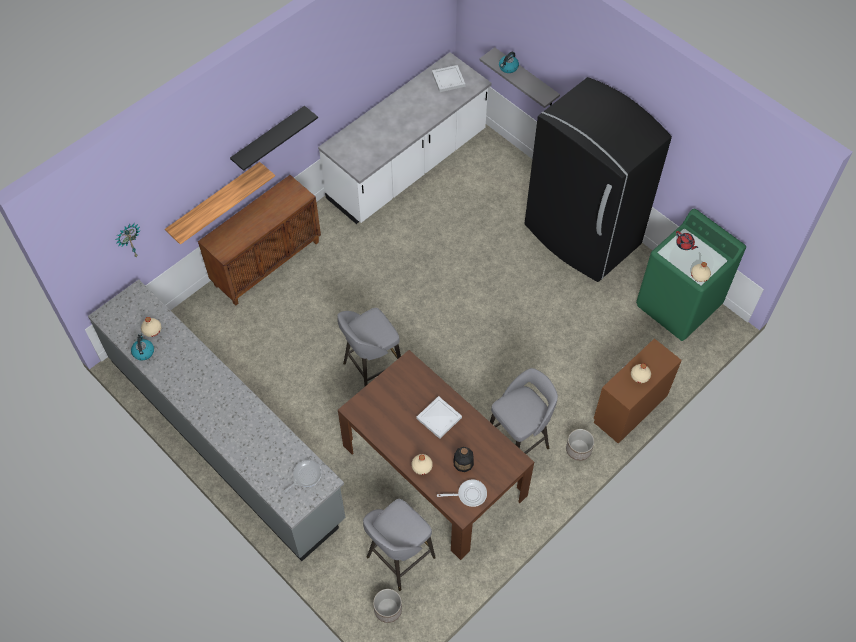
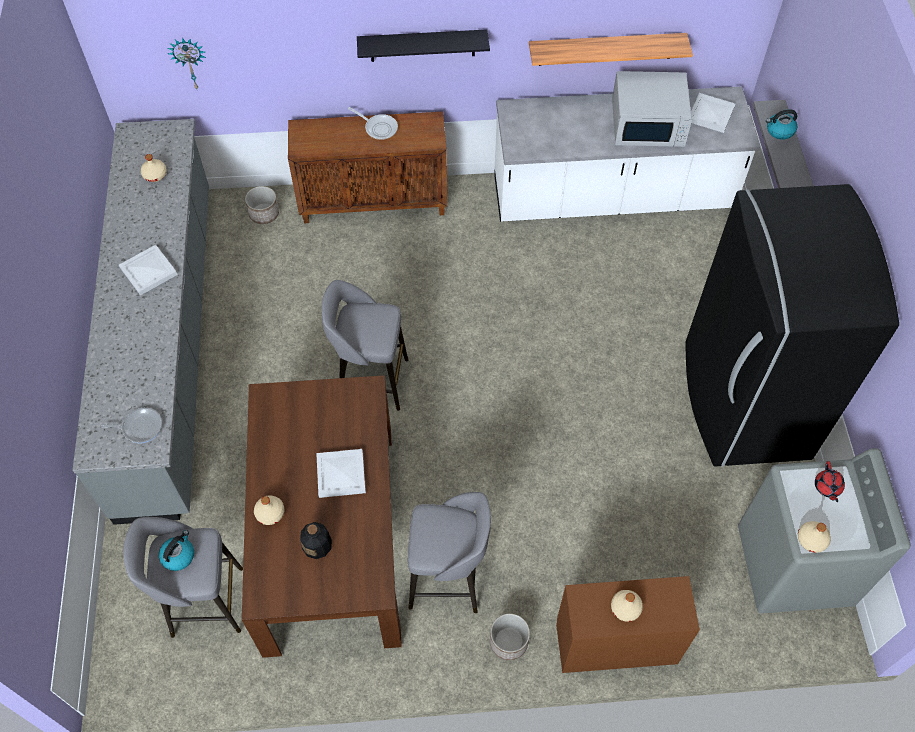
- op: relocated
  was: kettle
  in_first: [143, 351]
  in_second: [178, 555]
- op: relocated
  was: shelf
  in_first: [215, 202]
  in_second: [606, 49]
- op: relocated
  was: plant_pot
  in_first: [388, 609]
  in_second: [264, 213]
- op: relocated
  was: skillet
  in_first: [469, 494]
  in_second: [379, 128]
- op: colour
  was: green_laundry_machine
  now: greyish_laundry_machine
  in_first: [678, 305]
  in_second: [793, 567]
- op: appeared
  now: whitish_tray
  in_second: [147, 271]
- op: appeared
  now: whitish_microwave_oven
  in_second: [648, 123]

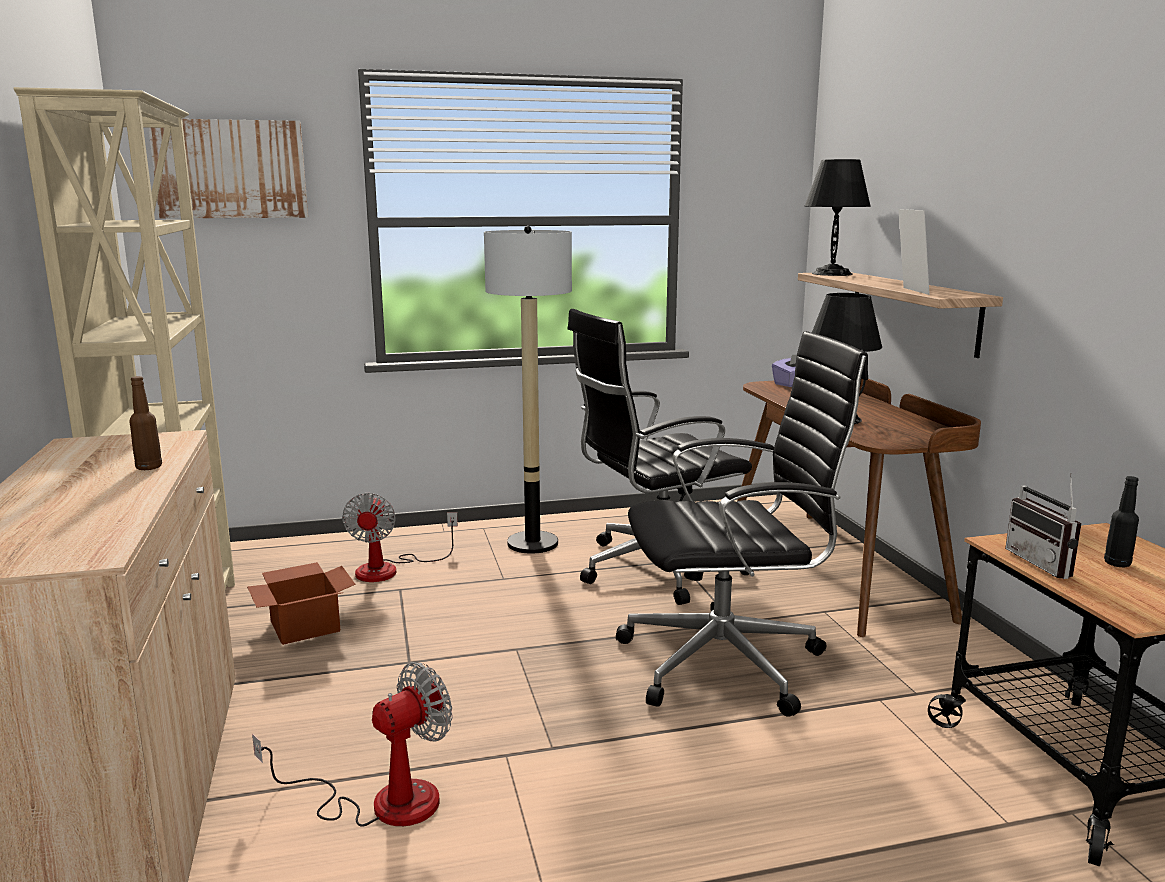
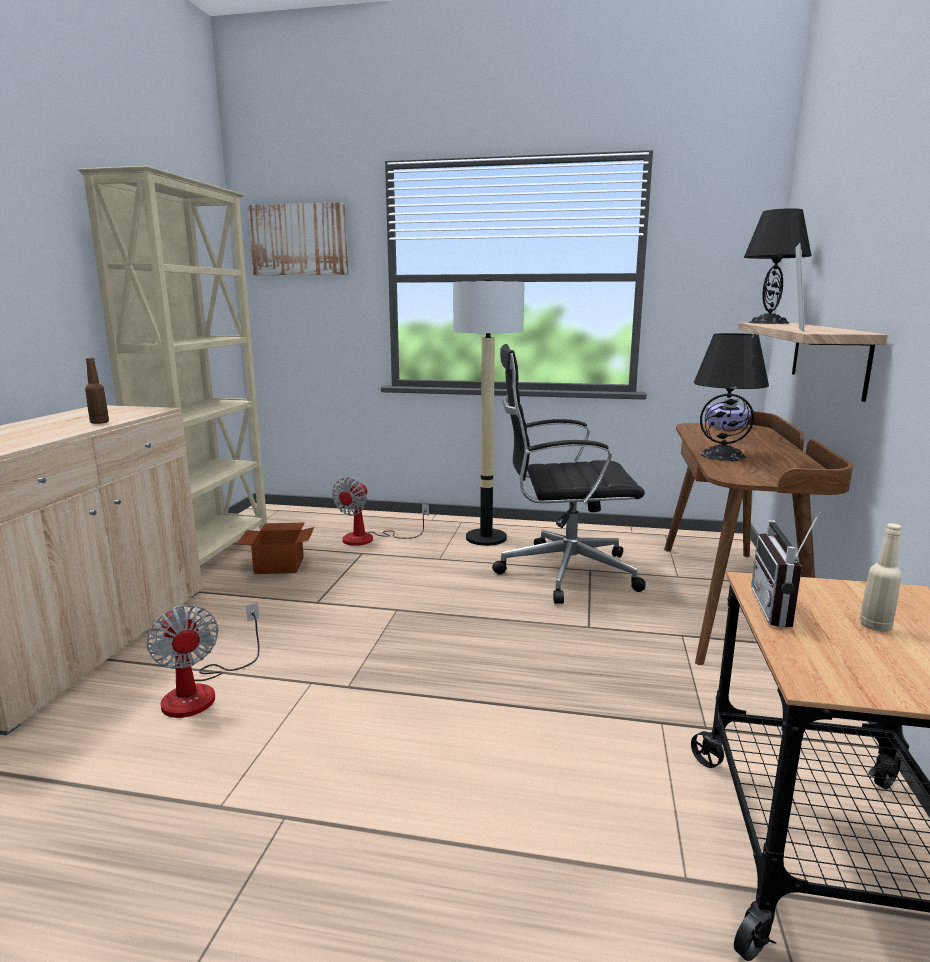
- op: spun
  was: cooling_fan
  in_first: [382, 801]
  in_second: [202, 691]
  clockwise: 75
- op: missing
  was: blackish_computer_chair
  in_first: [728, 662]
- op: colour
  was: blackish_drink_bottle
  now: beige_drink_bottle
  in_first: [1117, 563]
  in_second: [875, 626]

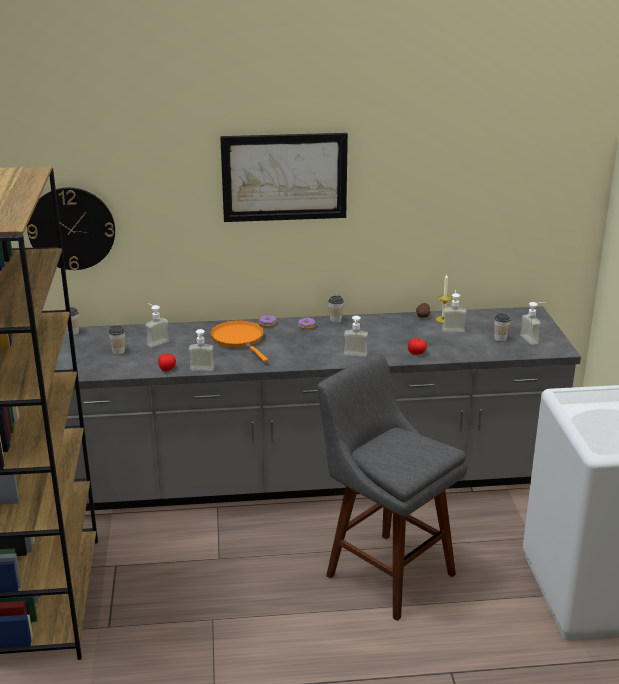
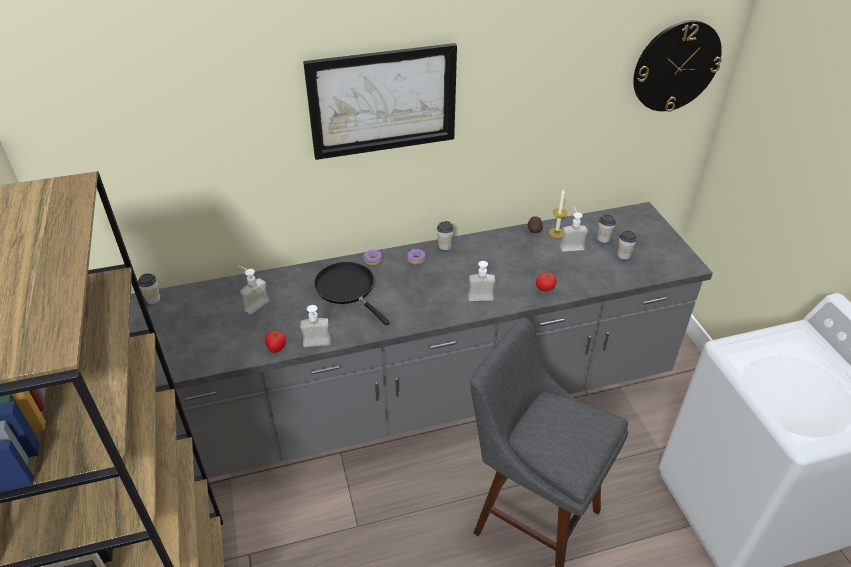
- op: relocated
  was: wall_clock
  in_first: [71, 228]
  in_second: [676, 66]
- op: relocated
  was: small_cup
  in_first: [118, 351]
  in_second: [603, 239]
- op: colour
  was: orangey_skillet
  now: blackish_skillet
  in_first: [239, 339]
  in_second: [347, 289]
- op: missing
  was: soap_dispenser
  in_first: [533, 339]

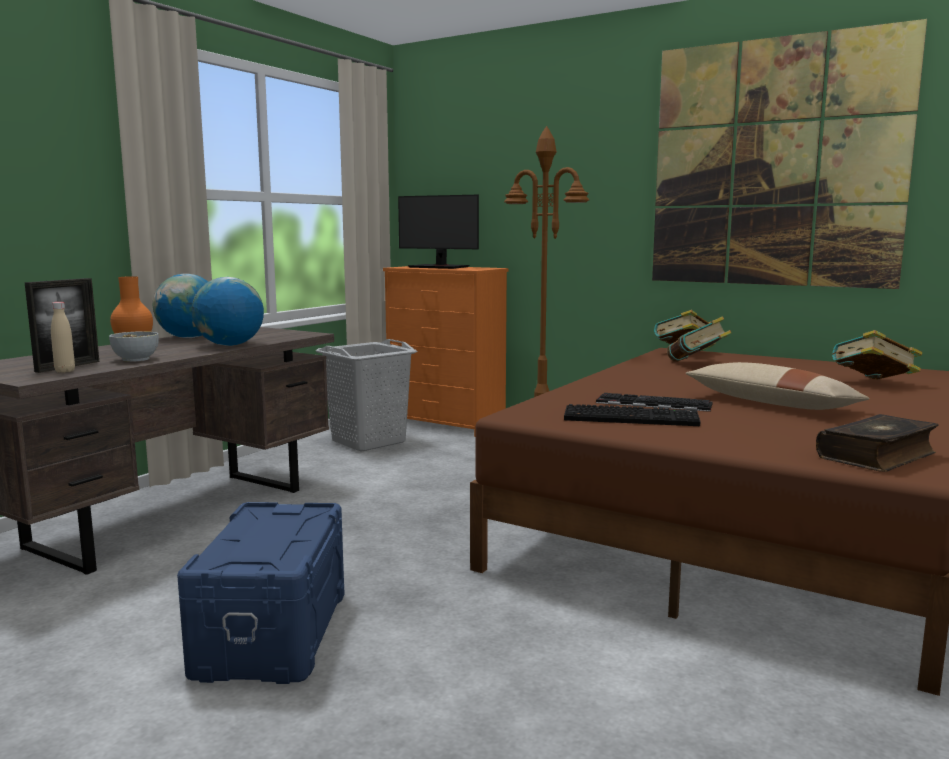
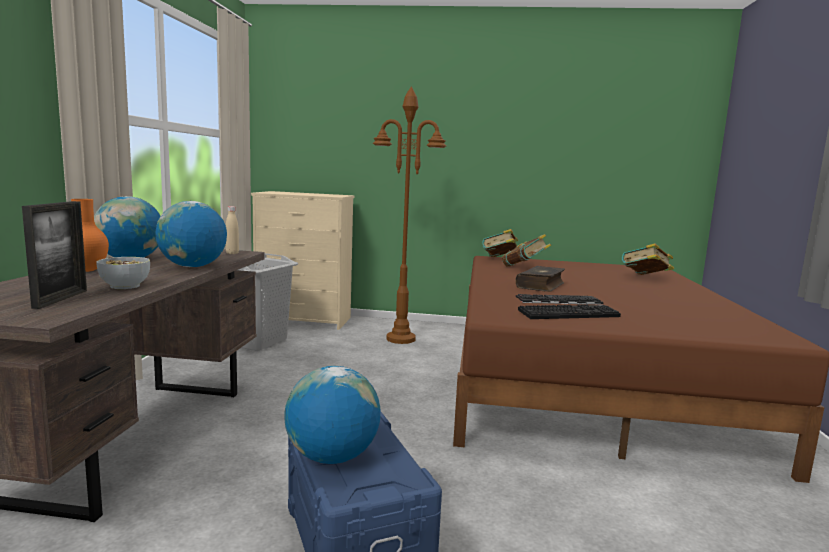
- op: relocated
  was: beige_drink_bottle
  in_first: [65, 371]
  in_second: [232, 253]
- op: colour
  was: orangey_drawer_chest
  now: beige_drawer_chest
  in_first: [447, 423]
  in_second: [304, 320]
- op: missing
  was: computer_screen
  in_first: [439, 267]
- op: missing
  was: wall_picture
  in_first: [775, 164]
- op: missing
  was: beige_pillow
  in_first: [771, 404]
- op: relocated
  was: bound_book
  in_first: [878, 456]
  in_second: [541, 286]
- op: appeared
  now: globe
  in_second: [332, 457]

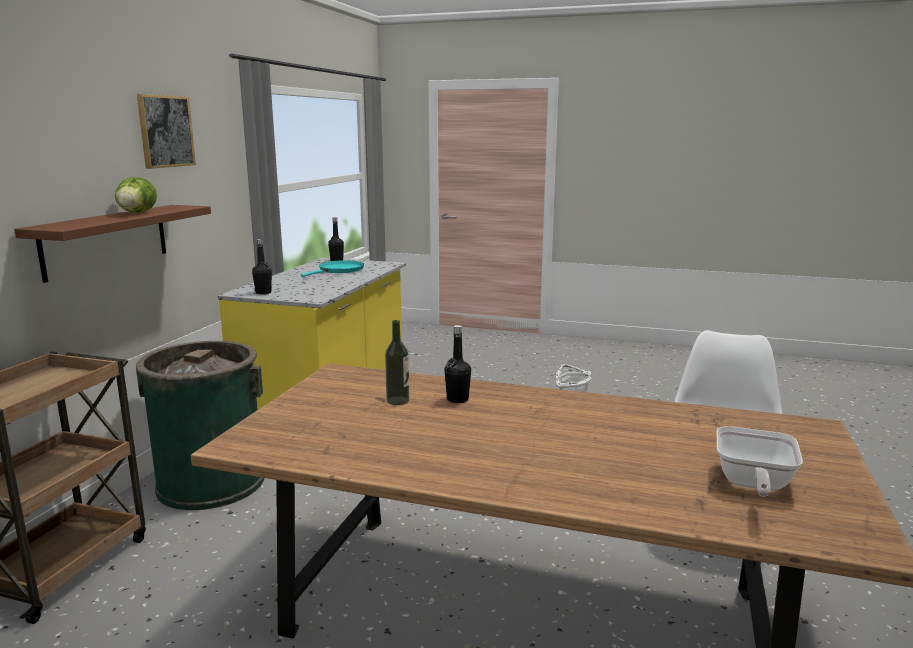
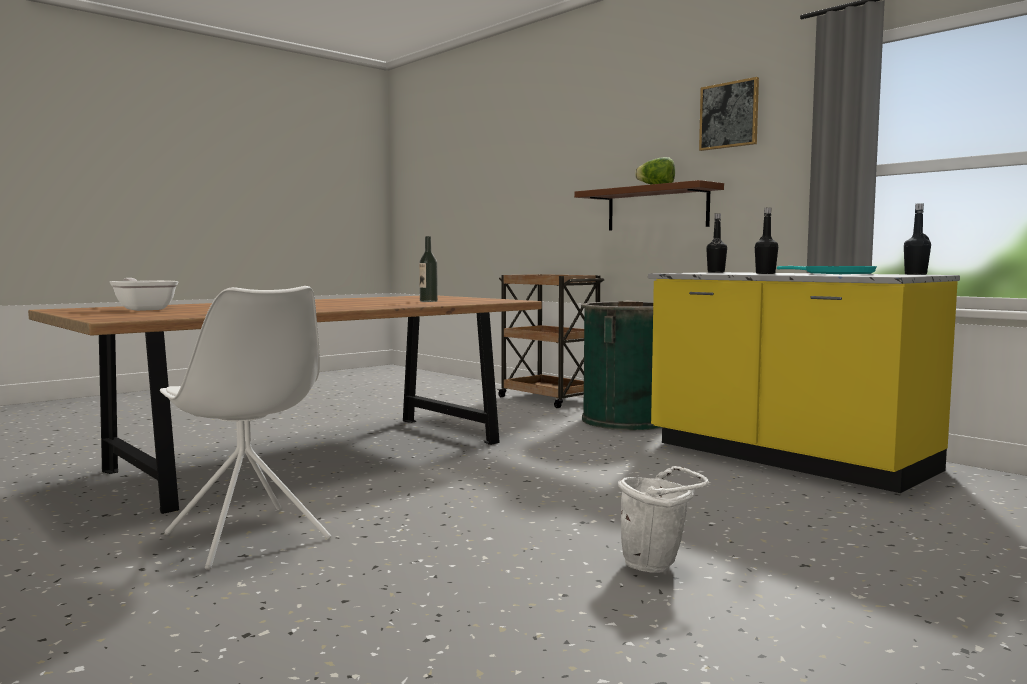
- op: relocated
  was: blackish_drink_bottle
  in_first: [457, 399]
  in_second: [765, 273]

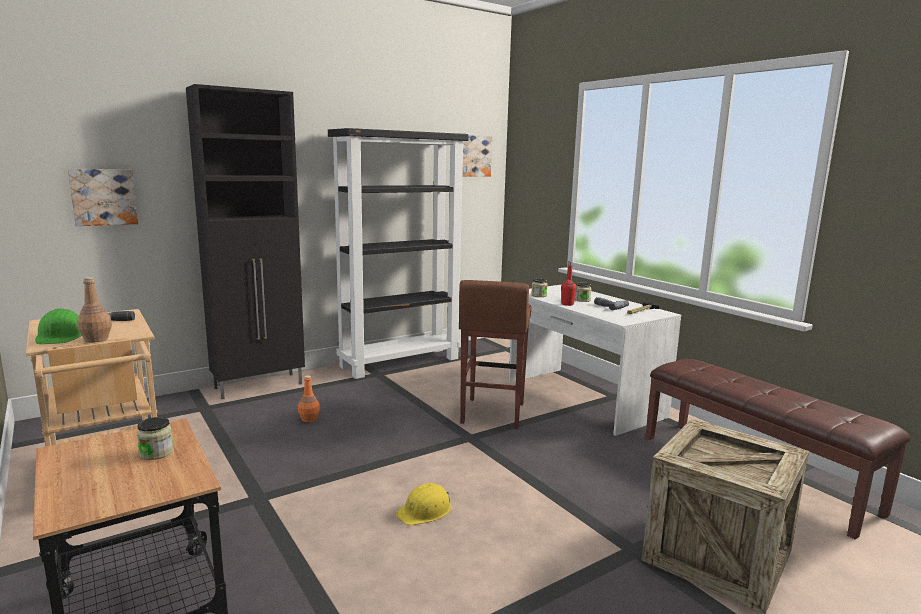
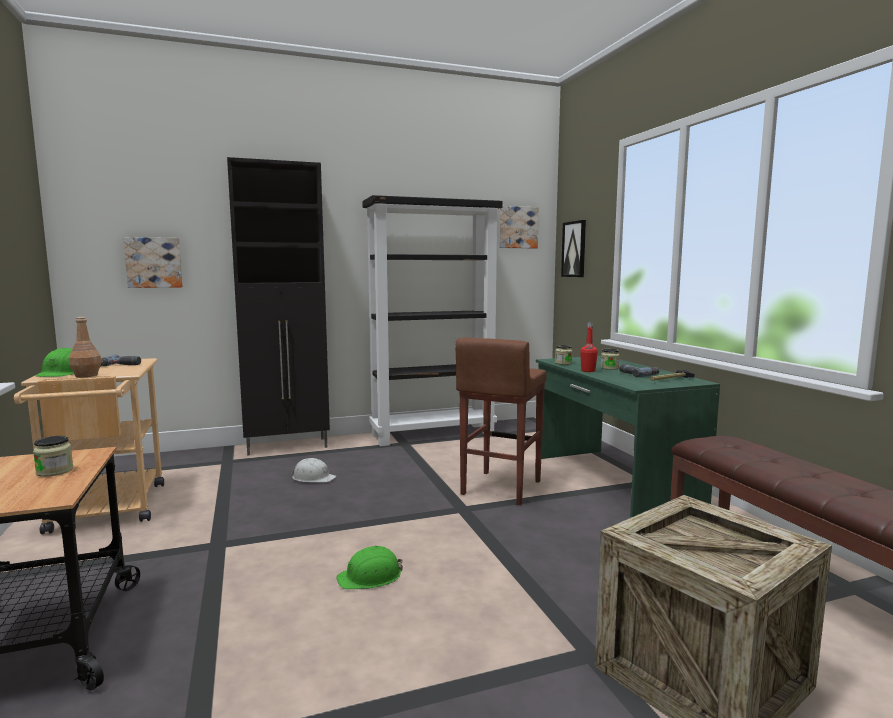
- op: exchanged
  was: orangey_drink_bottle
  now: whitish_hard_hat
  in_first: [309, 419]
  in_second: [313, 478]
- op: colour
  was: yellow-coloured_hard_hat
  now: green_hard_hat
  in_first: [425, 511]
  in_second: [370, 577]
- op: colour
  was: whitish_desk_table
  now: green_desk_table
  in_first: [582, 398]
  in_second: [611, 481]
- op: appeared
  now: wall_picture
  in_second: [574, 249]

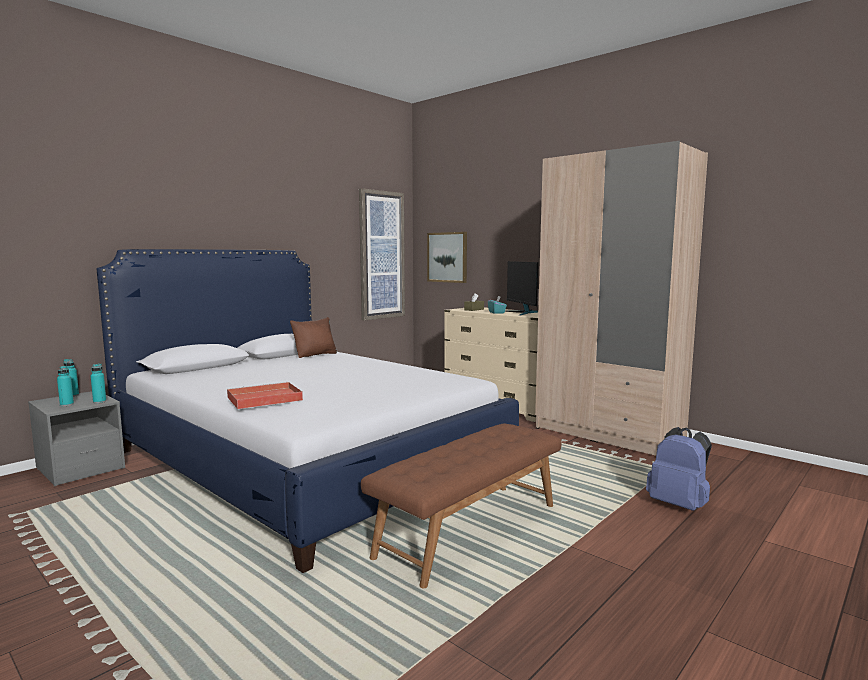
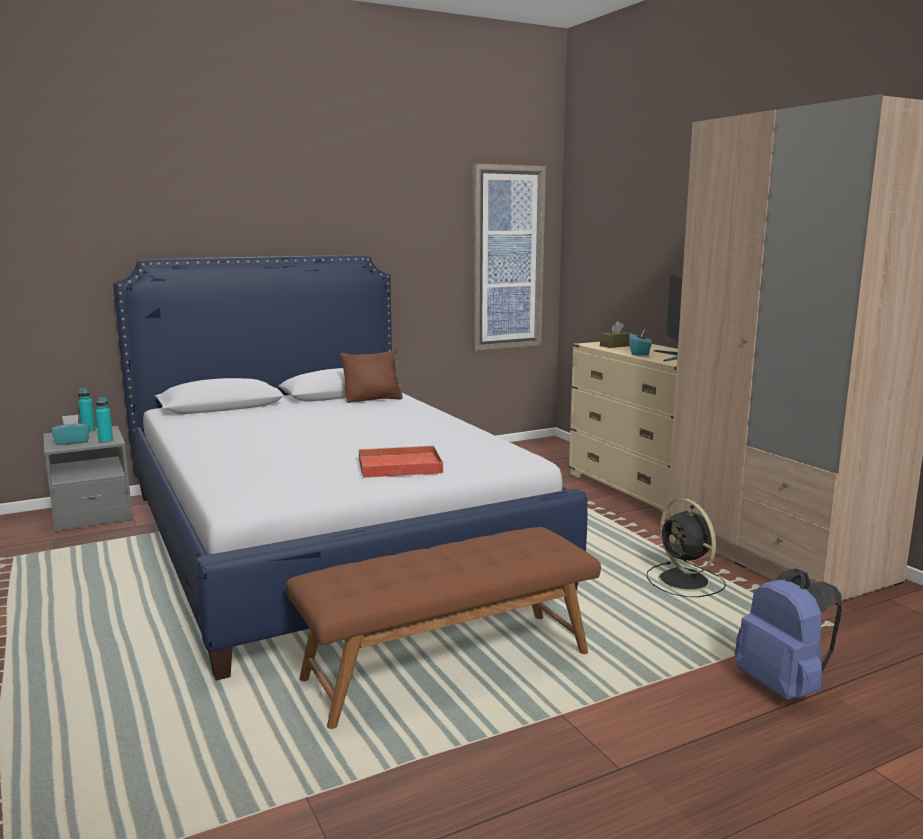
- op: exchanged
  was: turquoise-coloured_drink_bottle
  now: turquoise-coloured_tissue_box
  in_first: [66, 404]
  in_second: [72, 442]
- op: relocated
  was: red-coloured_tray
  in_first: [263, 399]
  in_second: [397, 466]
- op: missing
  was: wall_picture
  in_first: [447, 257]
- op: appeared
  now: blackish_cooling_fan
  in_second: [685, 581]

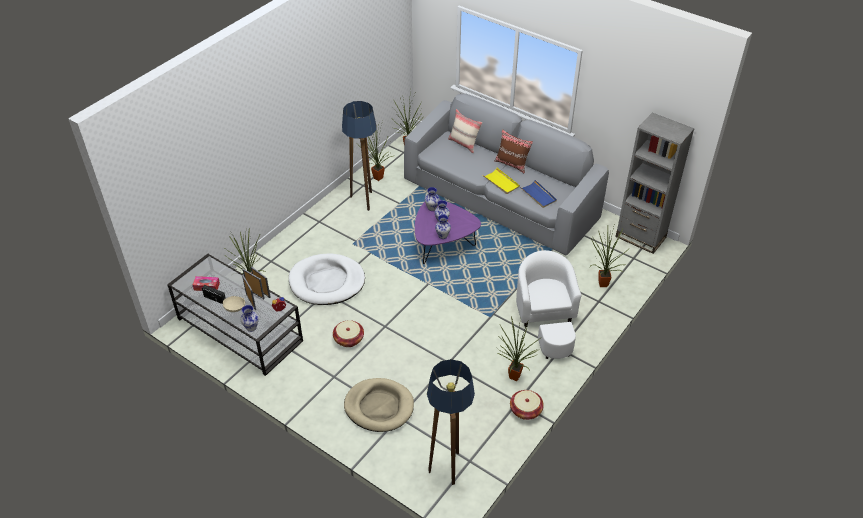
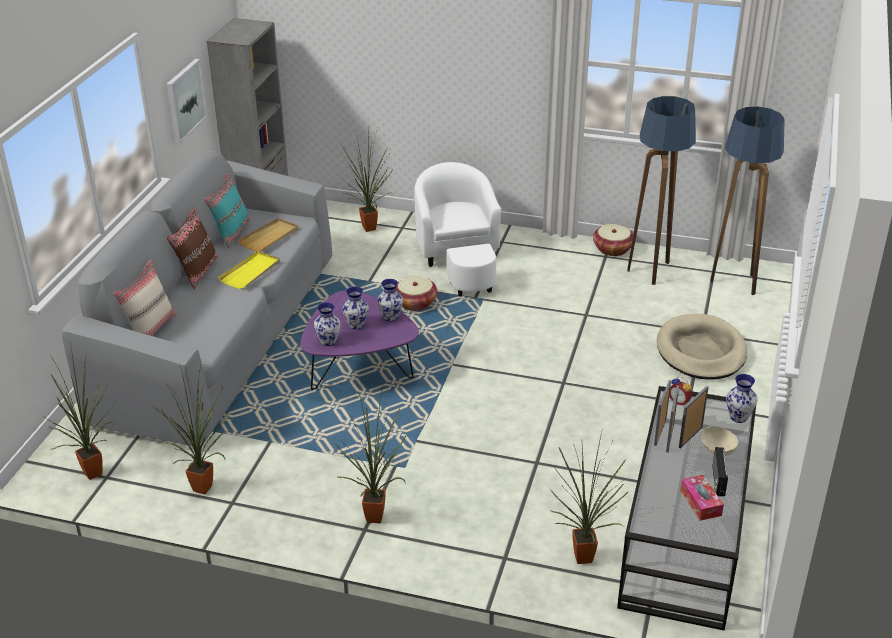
- op: missing
  was: whitish_dog_cushion
  in_first: [327, 282]
- op: relocated
  was: basket
  in_first: [349, 339]
  in_second: [415, 303]
- op: relocated
  was: floor_lamp
  in_first: [364, 201]
  in_second: [652, 270]
- op: relocated
  was: potted_plant
  in_first: [513, 378]
  in_second: [378, 519]
- op: spun
  was: whitish_armchair
  in_first: [546, 319]
  in_second: [458, 258]
  clockwise: 105
- op: colour
  was: blue-coloured_tray
  now: beige_tray
  in_first: [538, 195]
  in_second: [269, 237]
- op: appeared
  now: wall_picture
  in_second: [185, 100]
- op: appeared
  now: turquoise-coloured_pillow
  in_second: [230, 233]

